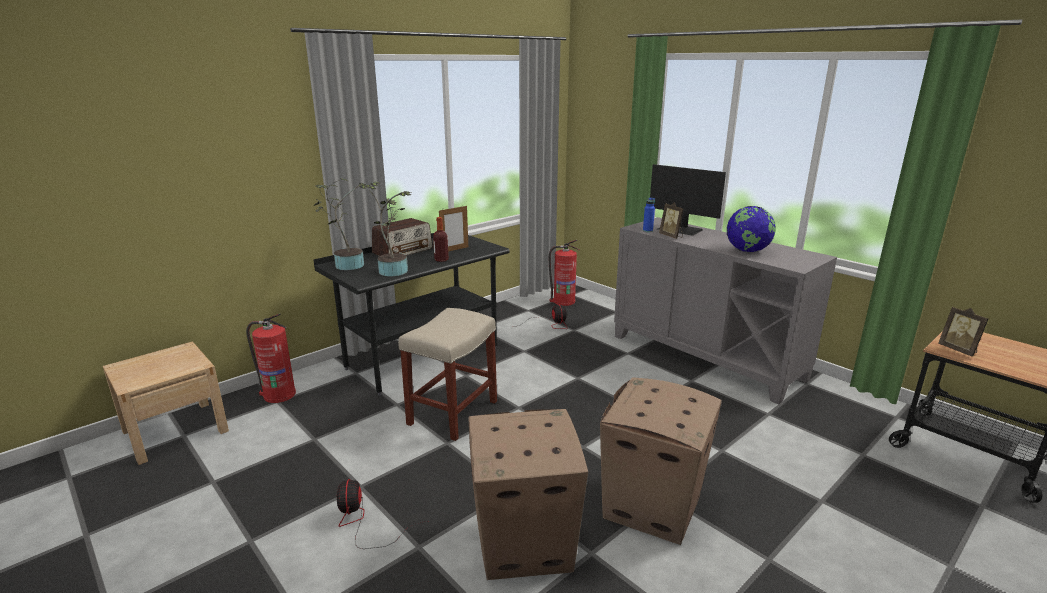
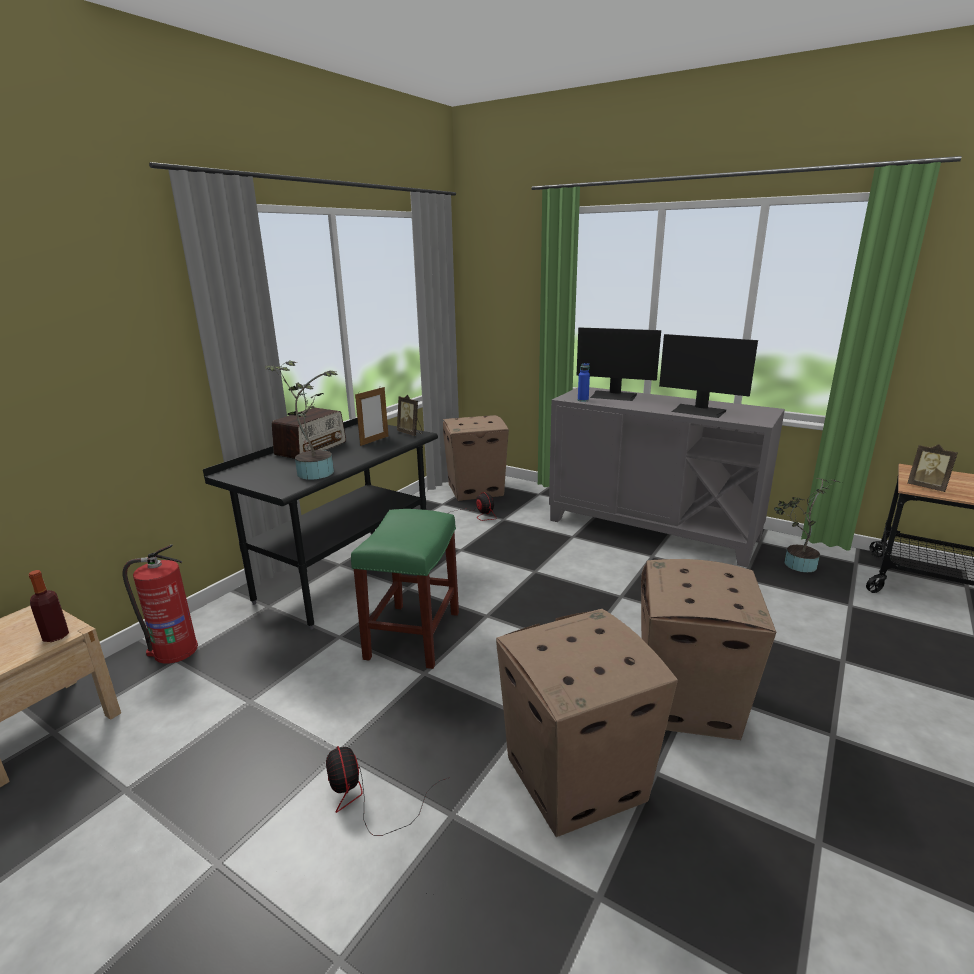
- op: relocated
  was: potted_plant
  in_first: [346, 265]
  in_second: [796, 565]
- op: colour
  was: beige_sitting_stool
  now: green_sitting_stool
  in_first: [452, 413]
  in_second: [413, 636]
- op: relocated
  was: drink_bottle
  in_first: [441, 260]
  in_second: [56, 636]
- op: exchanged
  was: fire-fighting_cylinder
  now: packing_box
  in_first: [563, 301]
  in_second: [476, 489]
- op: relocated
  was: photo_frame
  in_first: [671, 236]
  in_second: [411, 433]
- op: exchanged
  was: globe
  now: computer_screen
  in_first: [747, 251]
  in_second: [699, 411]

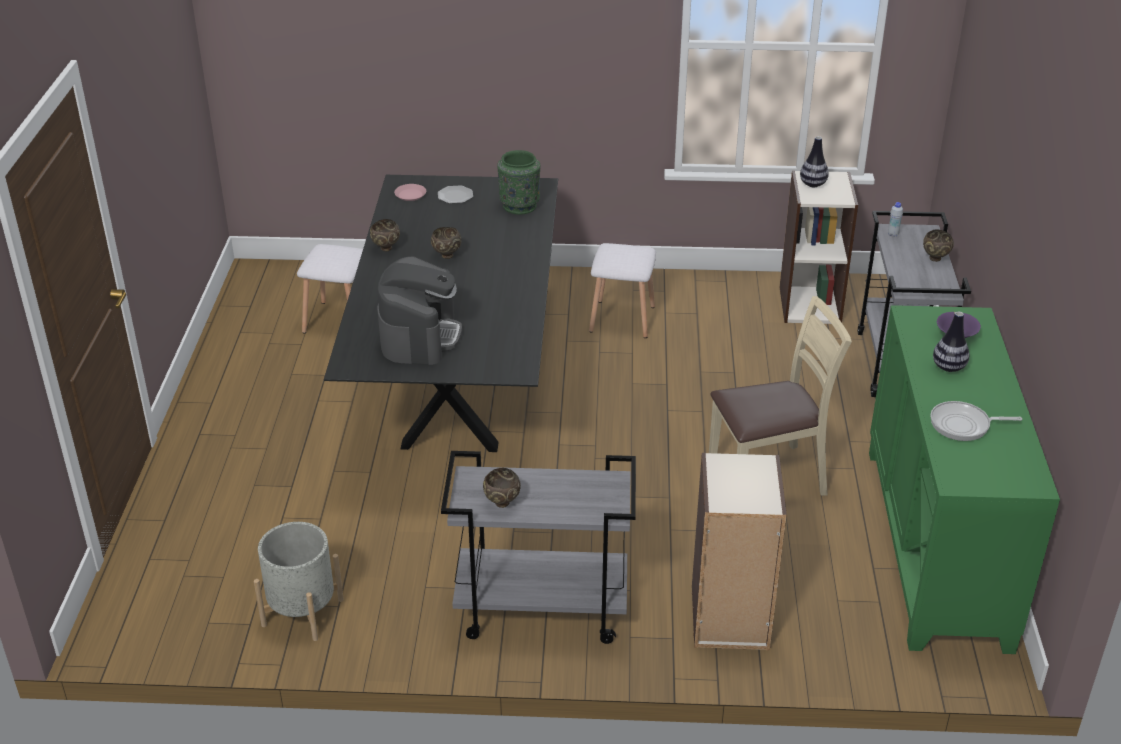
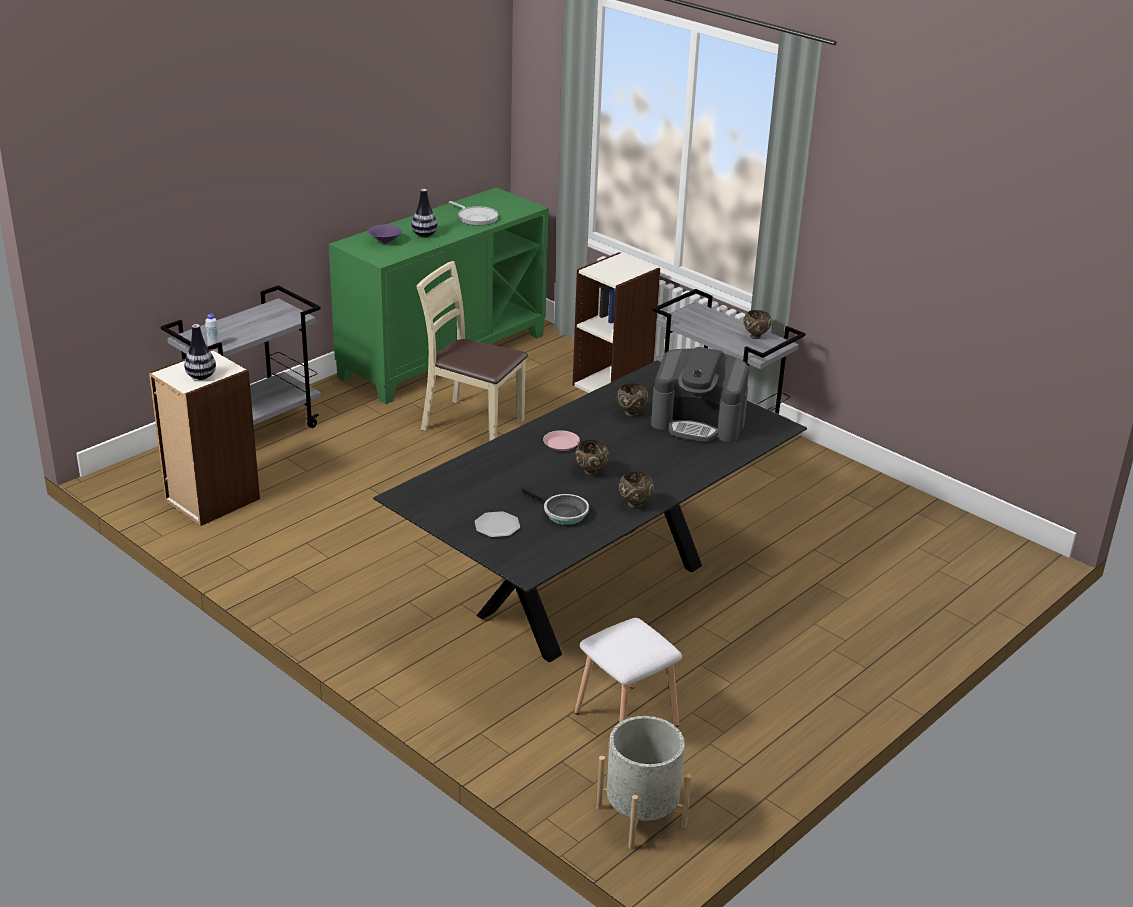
- op: relocated
  was: greyish_plant_pot
  in_first: [303, 612]
  in_second: [641, 816]
- op: spun
  was: coffee_machine
  in_first: [420, 336]
  in_second: [698, 422]
  clockwise: -120
- op: relocated
  was: pink-coloured_flat_dish
  in_first: [410, 195]
  in_second: [561, 444]
- op: missing
  was: green_decorative_vase
  in_first: [519, 205]
- op: missing
  was: whitish_sitting_stool
  in_first: [622, 319]
- op: relocated
  was: brown_serving_bowl
  in_first: [935, 259]
  in_second: [631, 413]
- op: appeared
  now: skillet
  in_second: [562, 513]

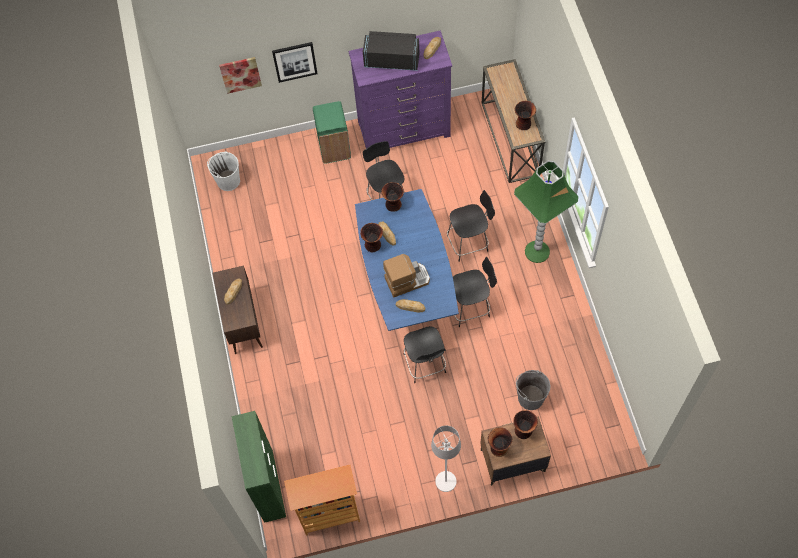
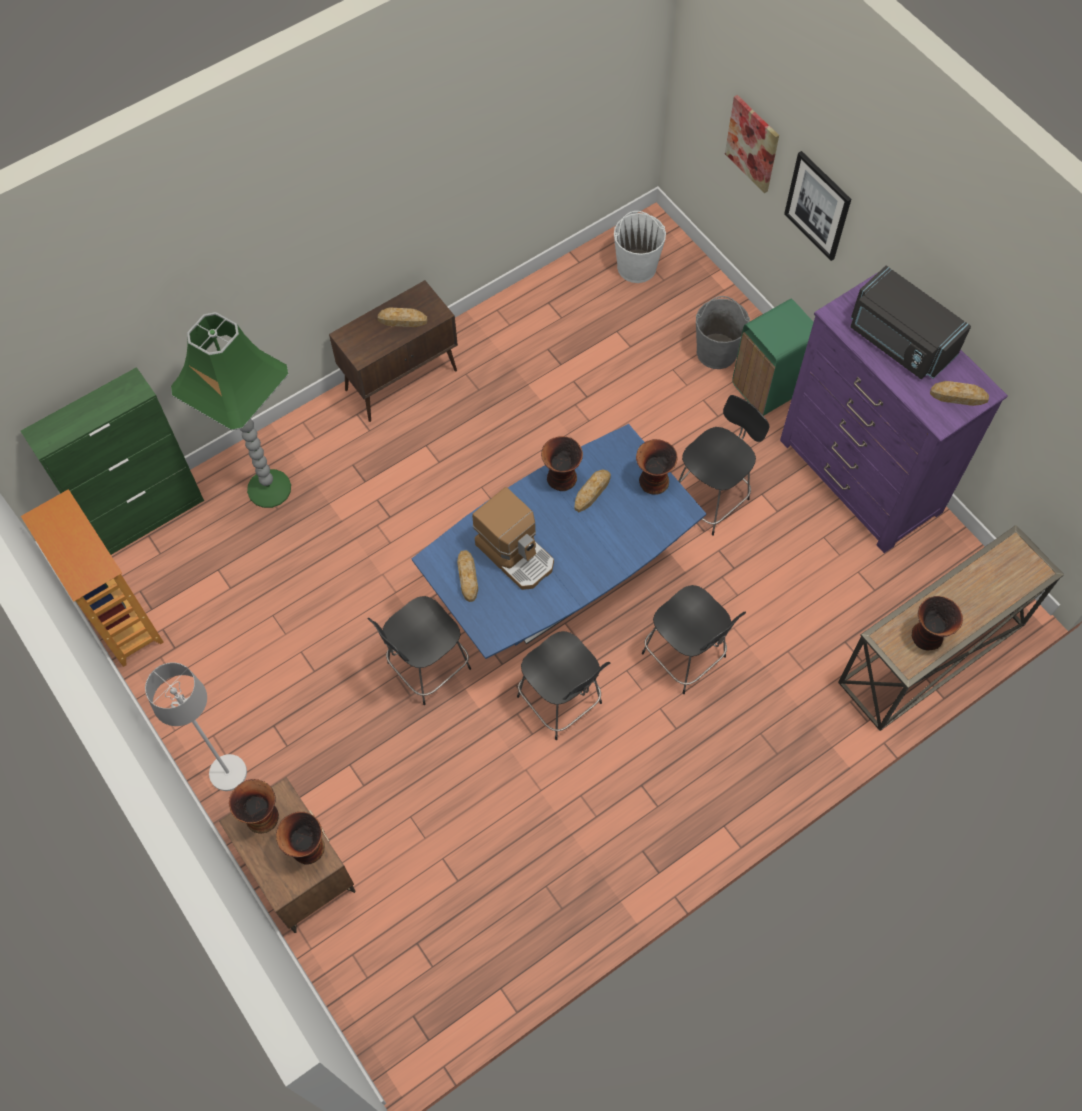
- op: spun
  was: blackish_microwave_oven
  in_first: [392, 59]
  in_second: [899, 341]
  clockwise: 150
- op: relocated
  was: green_floor_lamp
  in_first: [537, 252]
  in_second: [269, 489]
- op: relocated
  was: greyish_pail
  in_first: [530, 397]
  in_second: [716, 351]

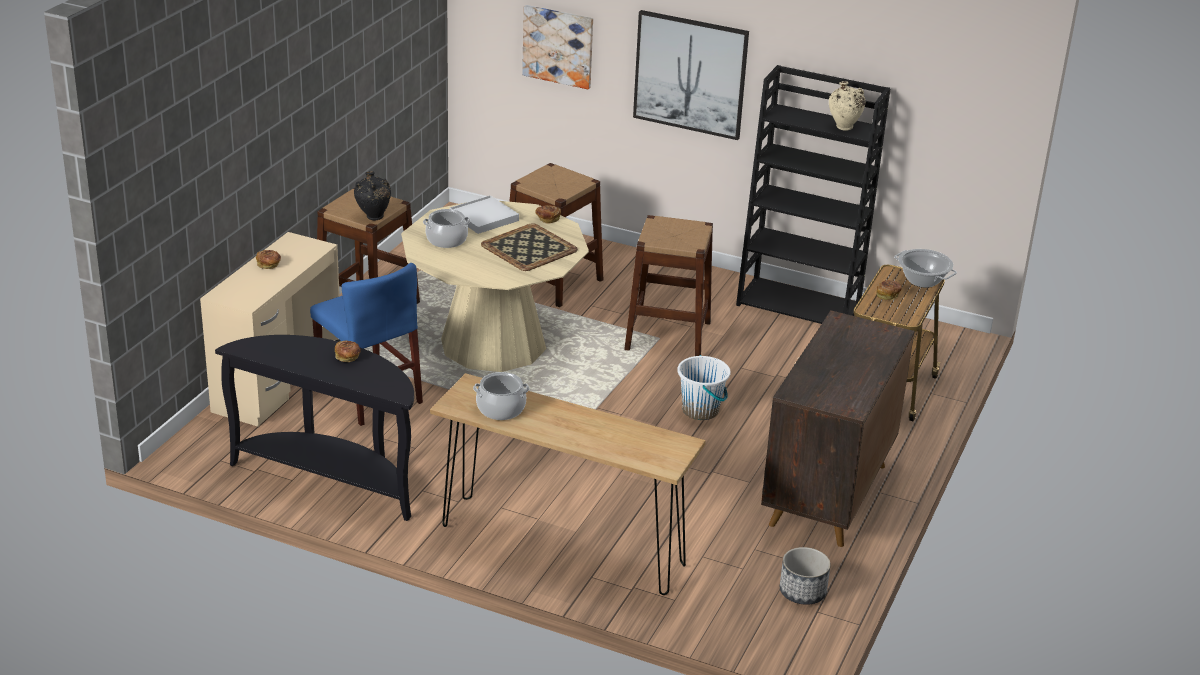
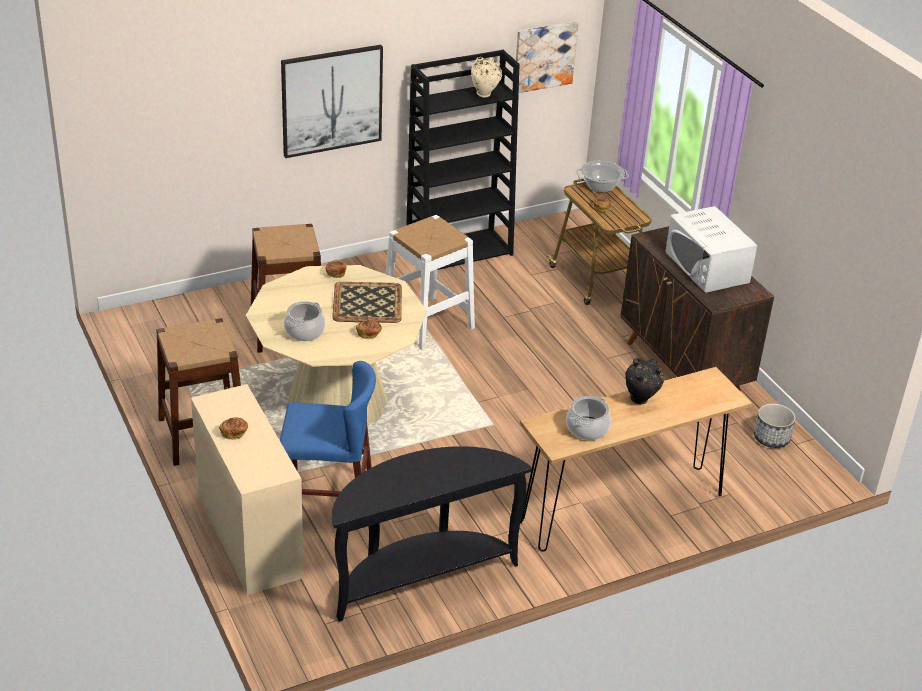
- op: relocated
  was: bread
  in_first: [347, 357]
  in_second: [369, 334]
- op: relocated
  was: blackish_decorative_vase
  in_first: [373, 218]
  in_second: [640, 401]
- op: missing
  was: whitish_tray
  in_first: [484, 217]
- op: relocated
  was: wall_picture
  in_first: [558, 46]
  in_second: [544, 56]
- op: colour
  was: brown_sitting_stool
  now: whitish_sitting_stool
  in_first: [667, 336]
  in_second: [427, 323]
- op: missing
  was: whitish_pail
  in_first: [701, 410]
- op: appeared
  now: whitish_microwave_oven
  in_second: [707, 267]

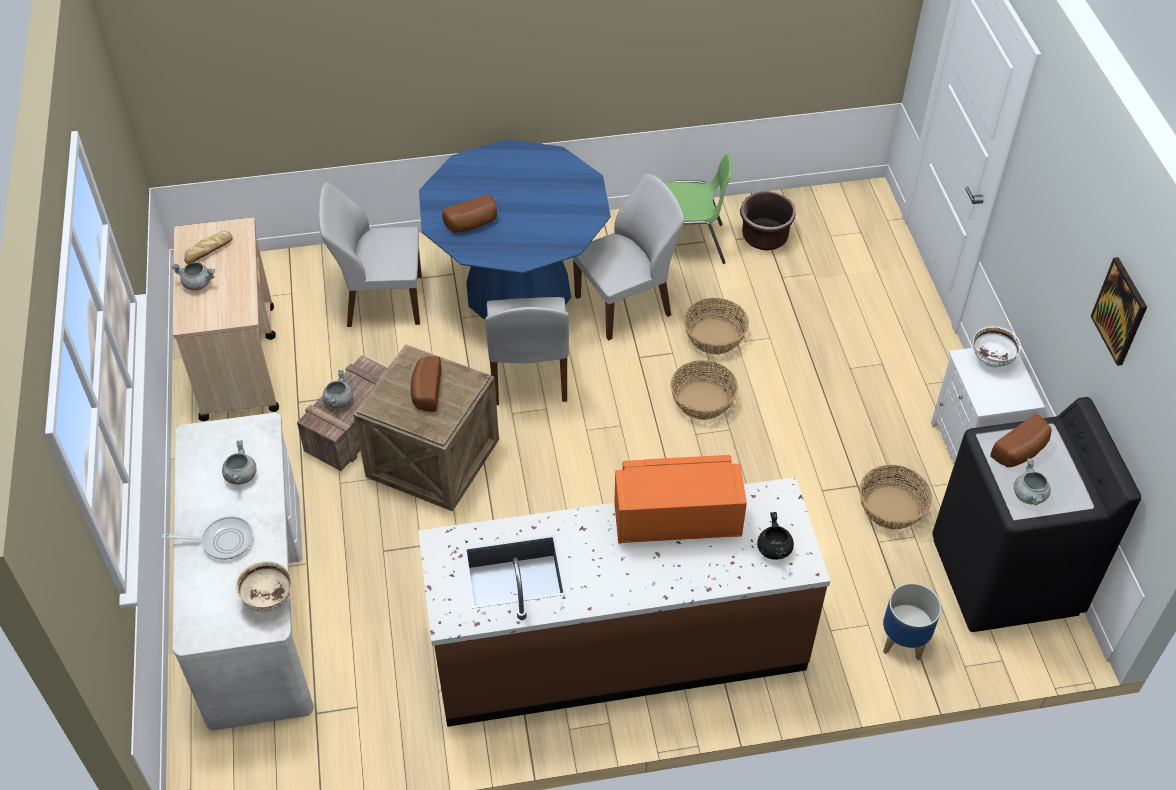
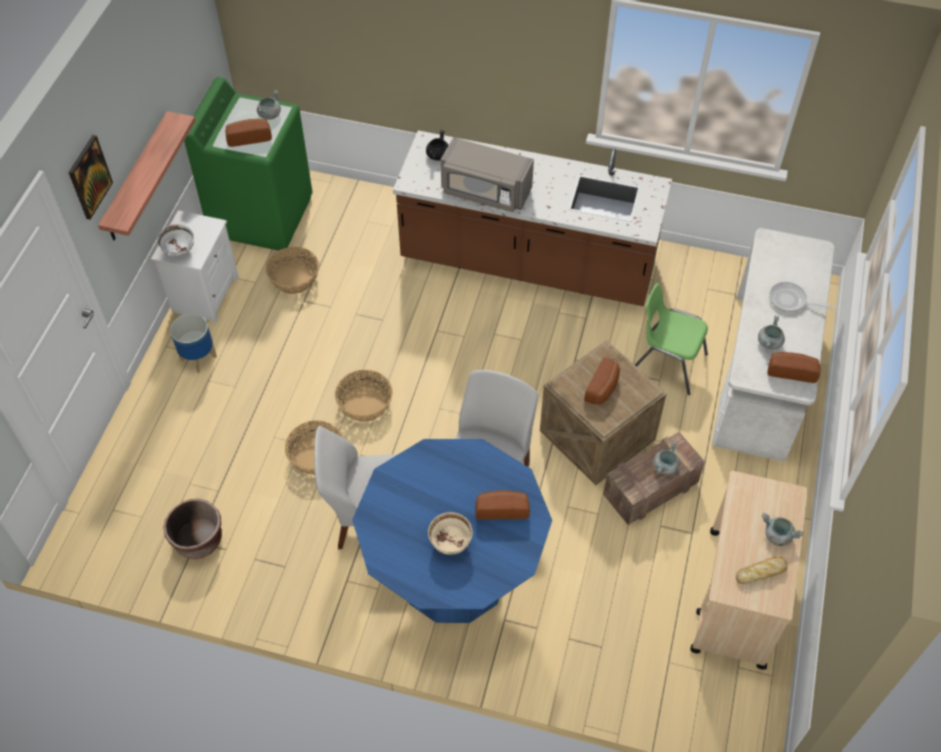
- op: relocated
  was: beige_serving_bowl
  in_first: [268, 600]
  in_second: [450, 543]
- op: missing
  was: whitish_upright_chair
  in_first: [381, 301]
- op: colour
  was: orangey_microwave_oven
  now: greyish_microwave_oven
  in_first: [676, 518]
  in_second: [485, 192]
- op: relocated
  was: green_upright_chair
  in_first: [690, 244]
  in_second: [667, 362]
- op: relocated
  was: plant_pot
  in_first: [903, 642]
  in_second: [199, 357]
- op: colour
  was: blackish_laundry_machine
  now: green_laundry_machine
  in_first: [1005, 577]
  in_second: [262, 215]
- op: relocated
  was: wall_picture
  in_first: [1120, 311]
  in_second: [89, 177]
- op: appeared
  now: shelf
  in_second: [137, 178]
- op: appeared
  now: bread
  in_second: [791, 371]

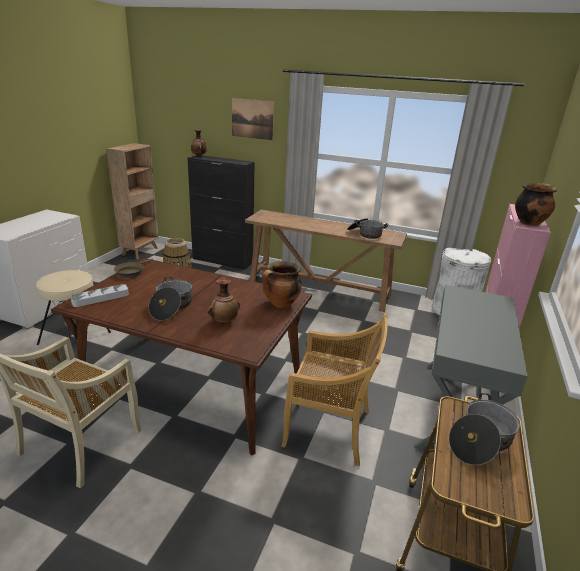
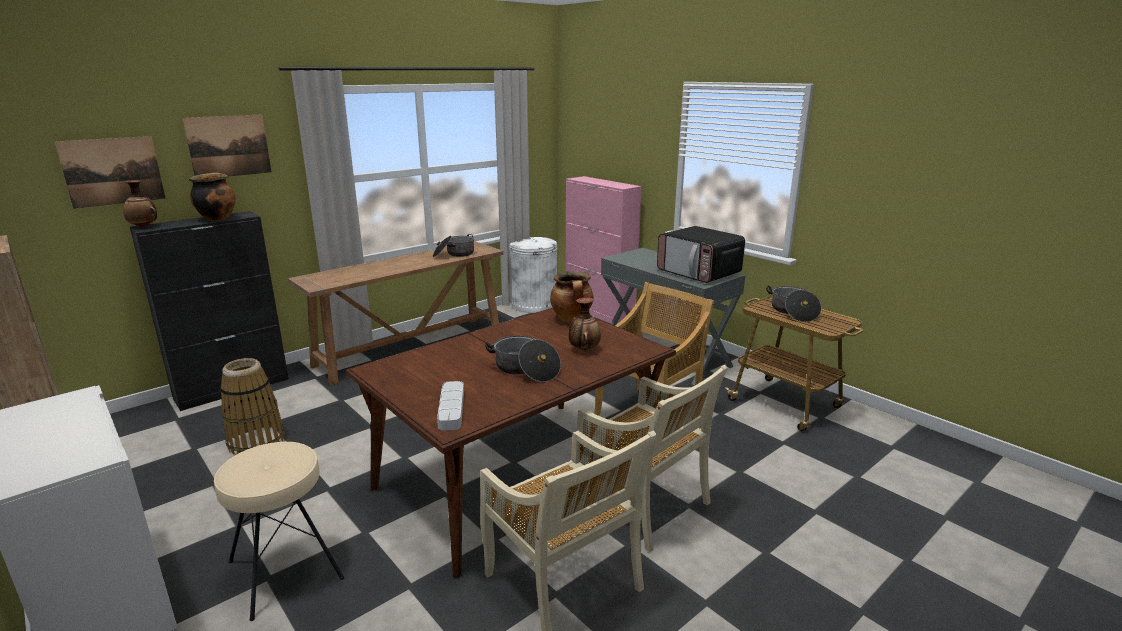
- op: missing
  was: brown_skillet
  in_first: [131, 272]
- op: relocated
  was: saucepot
  in_first: [529, 223]
  in_second: [217, 218]
- op: appeared
  now: wall_picture
  in_second: [113, 171]
- op: appeared
  now: beige_upright_chair
  in_second: [644, 505]
- op: appeared
  now: microwave_oven
  in_second: [699, 273]

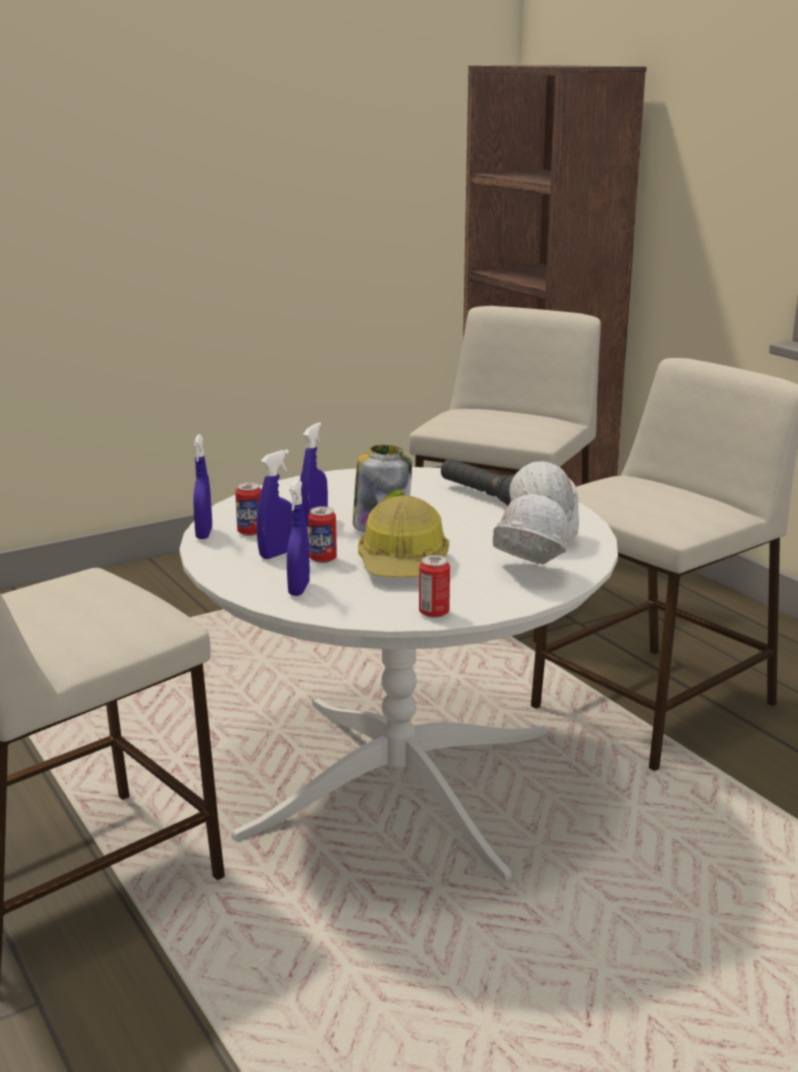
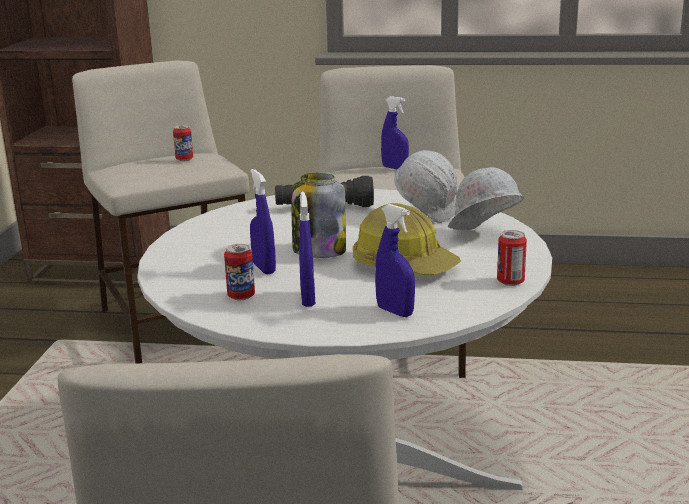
- op: relocated
  was: blue-coloured_hand_sprayer
  in_first: [204, 534]
  in_second: [394, 168]
- op: relocated
  was: metal_can
  in_first: [323, 559]
  in_second: [184, 159]

